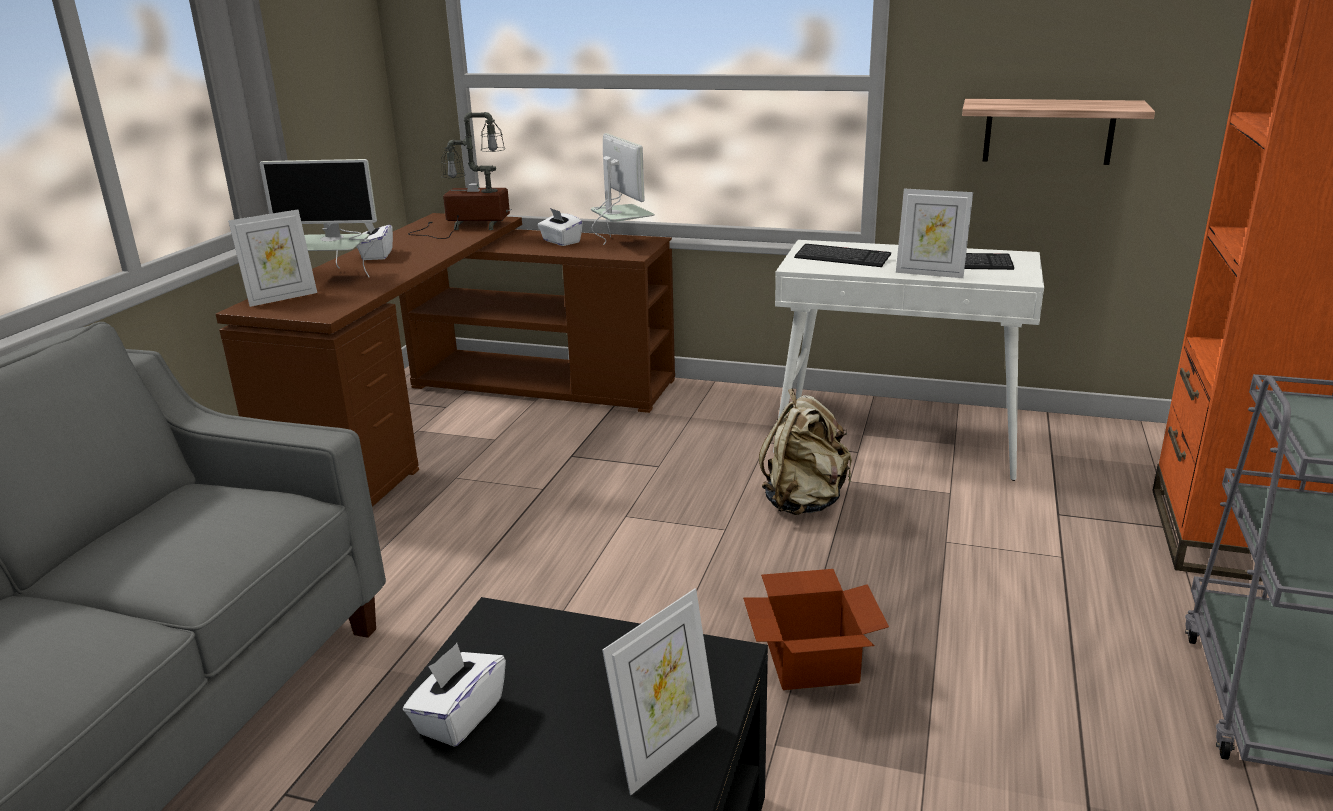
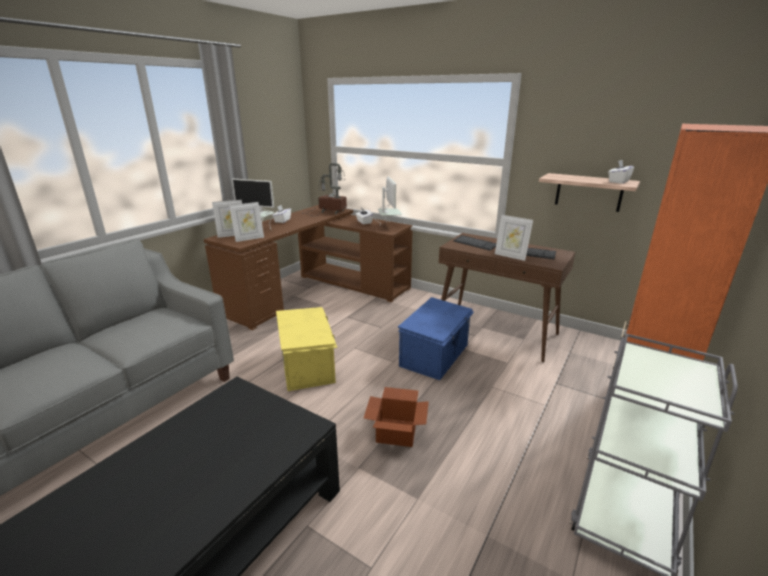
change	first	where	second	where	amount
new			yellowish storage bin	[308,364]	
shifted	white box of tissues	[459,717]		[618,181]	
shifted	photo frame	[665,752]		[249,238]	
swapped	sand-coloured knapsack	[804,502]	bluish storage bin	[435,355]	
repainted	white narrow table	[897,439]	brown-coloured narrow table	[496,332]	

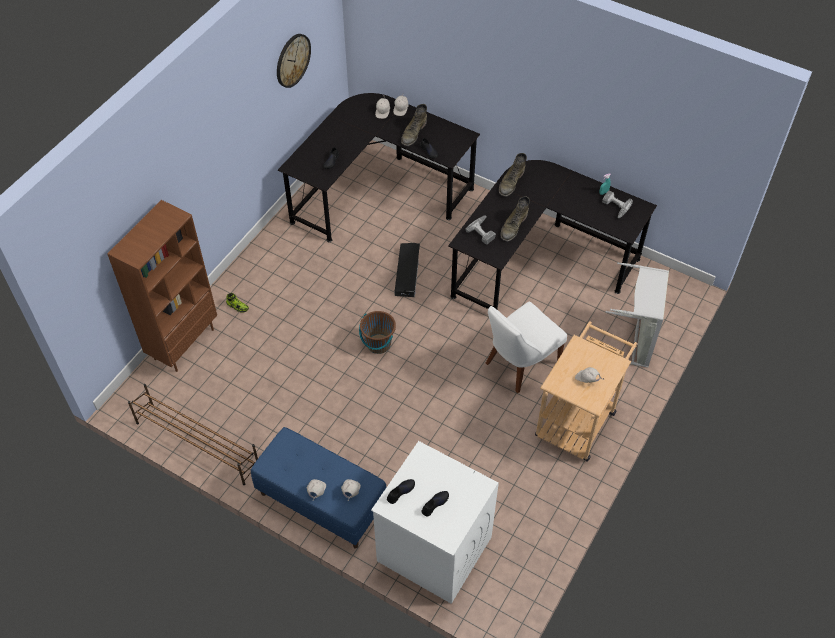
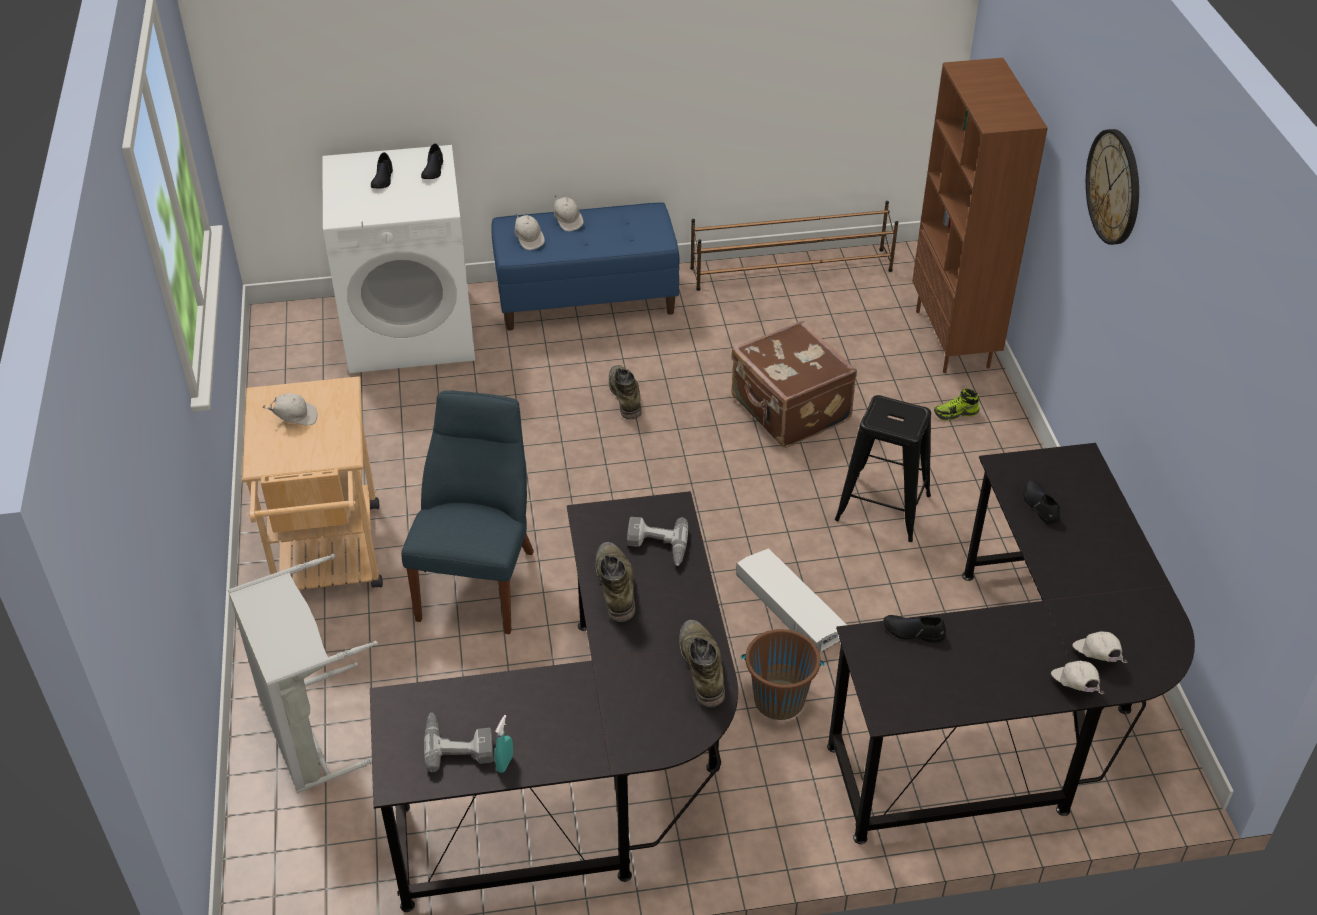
change	first	where	second	where	amount
new			brown-coloured suitcase	[789,410]	
new			blackish stool seat	[882,507]	
shifted	wall clock	[292,60]		[1114,186]	
shifted	brown-coloured pail	[378,344]		[779,700]	
shifted	green high-top boot	[413,133]		[625,396]	
repainted	blackish storage bin	[407,272]	white storage bin	[790,606]	
repainted	white plain chair	[519,364]	bluish plain chair	[479,580]	

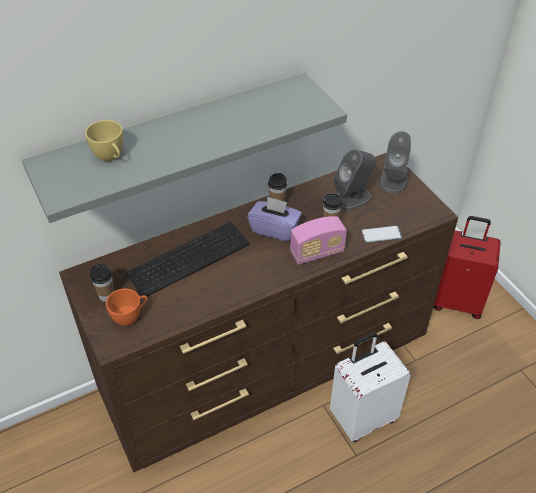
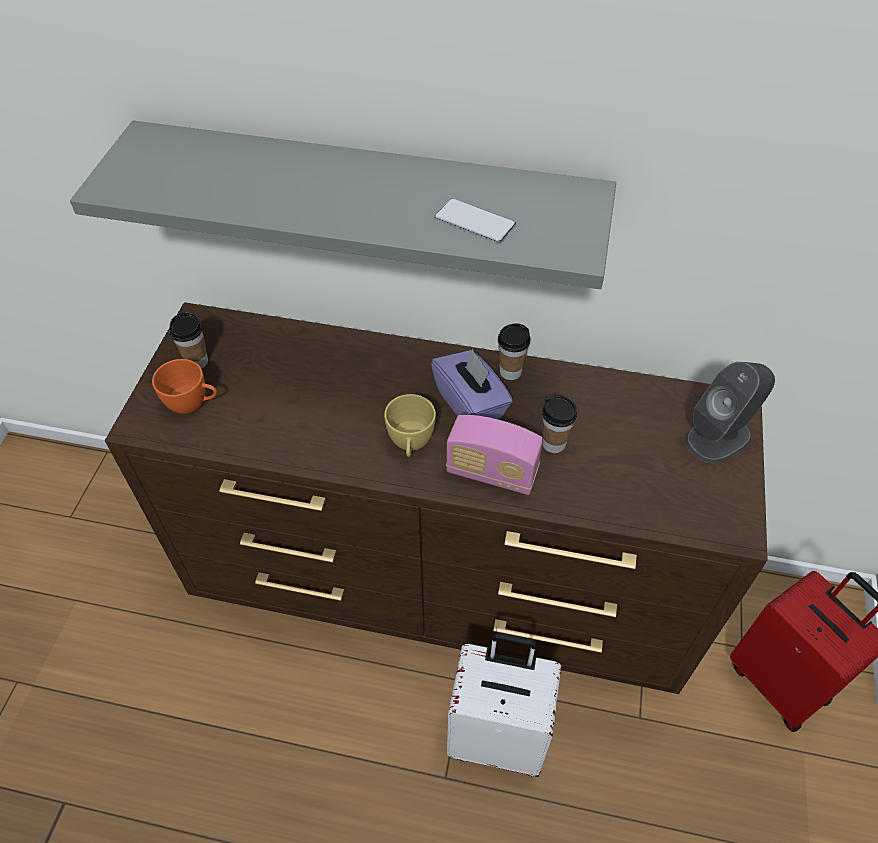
change	first	where	second	where	amount
gone	PC keyboard	[189,257]			
gone	grey audio speaker	[352,198]			
shifted	yellowish cup	[111,157]		[410,444]	
shifted	phone	[381,234]		[475,221]	

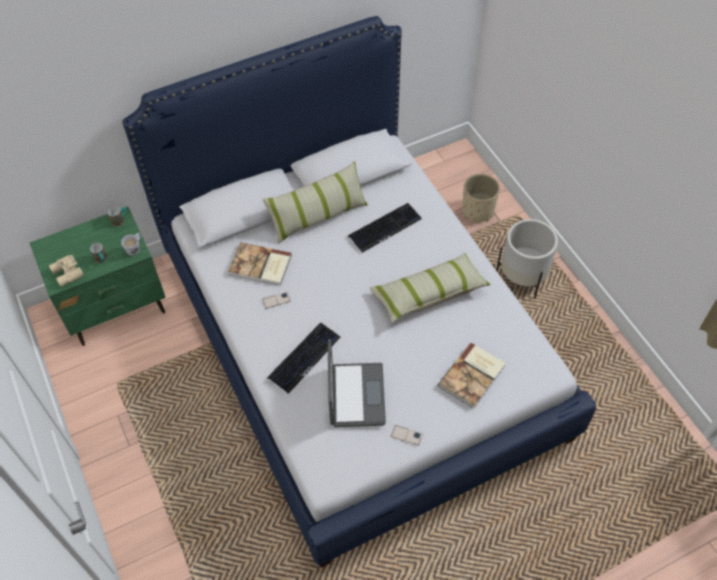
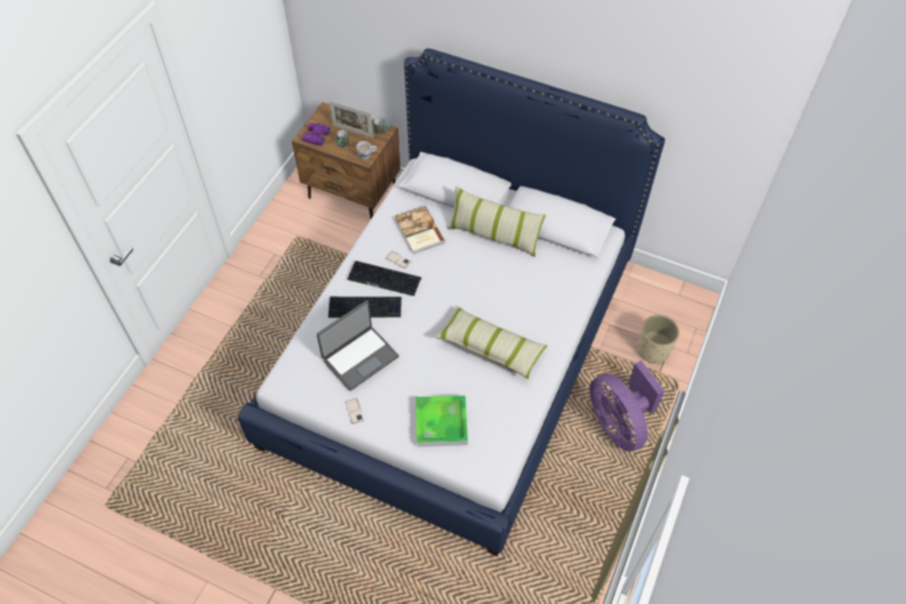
change	first	where	second	where	amount
new			photo frame	[352,131]	
shifted	PC keyboard	[385,228]		[384,279]	
swapped	bound book	[473,376]	tray	[441,423]	
swapped	white flower pot	[522,277]	purple-coloured fan	[618,423]	
repainted	green nightstand	[116,306]	brown-coloured nightstand	[353,192]	
repainted	sand-coloured field glasses	[67,274]	purple-coloured field glasses	[315,137]	

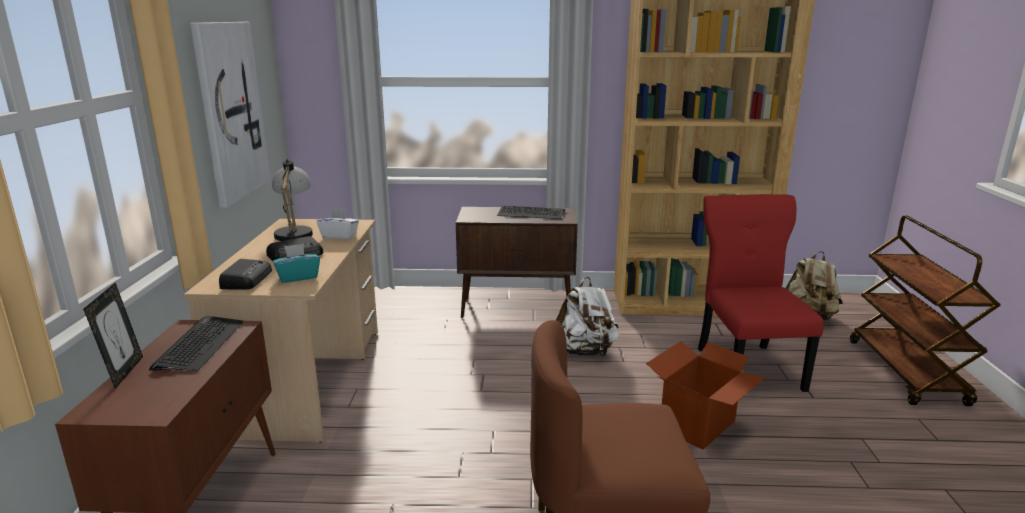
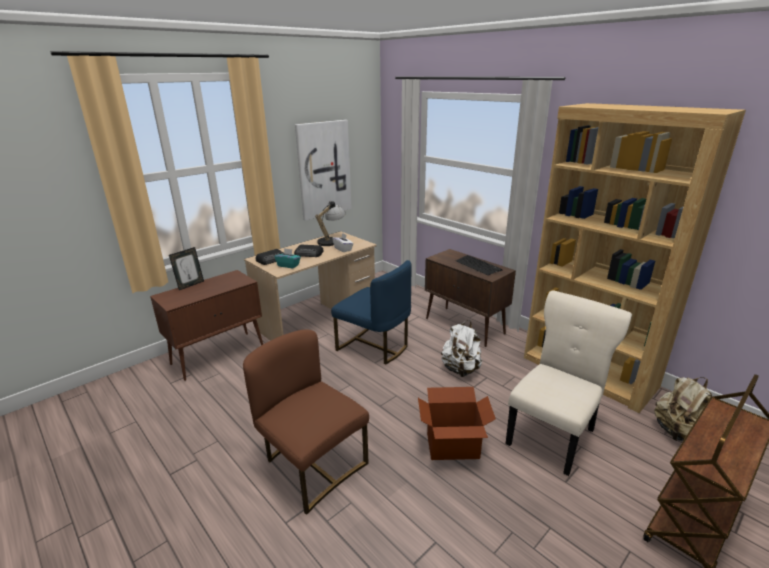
change	first	where	second	where	amount
gone	PC keyboard	[199,344]			
new			bluish plain chair	[374,346]	
repainted	red plain chair	[747,367]	sand-coloured plain chair	[553,435]	

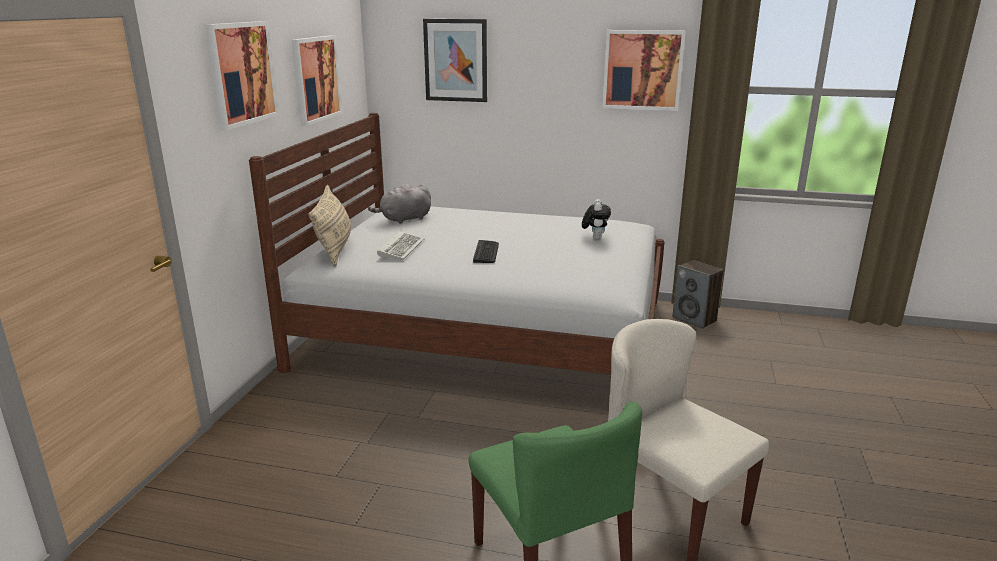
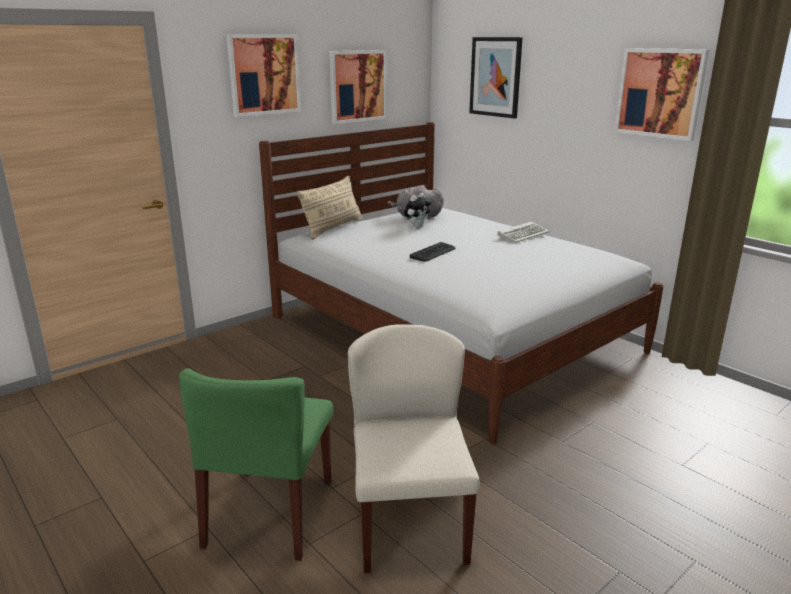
change	first	where	second	where	amount
gone	audio speaker	[695,319]			
shifted	PC keyboard	[401,248]		[523,234]	
shifted	soft toy	[595,238]		[417,226]	

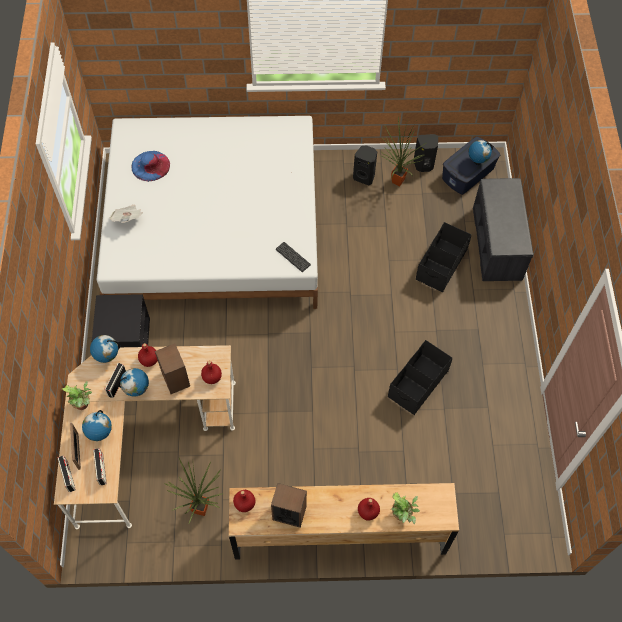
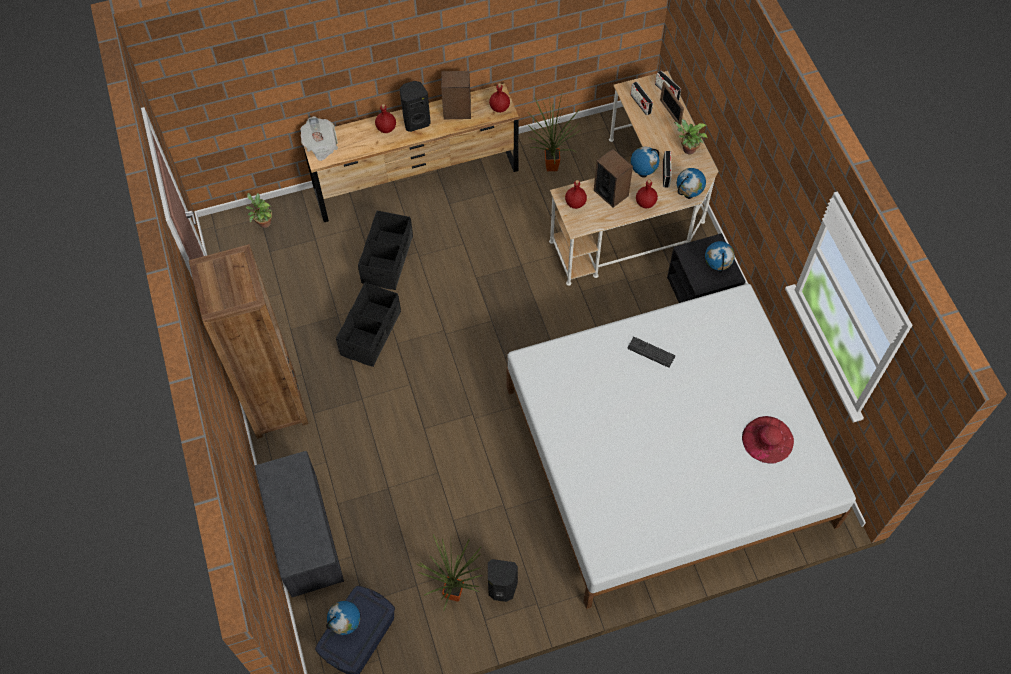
change	first	where	second	where	amount
new			brown-coloured bookcase	[275,404]	
shifted	world globe	[100,434]		[716,267]	
shifted	newspaper	[128,218]		[320,145]	
shifted	PC keyboard	[293,257]		[651,352]	
shifted	plant in a pot	[402,515]		[263,222]	
shifted	blackish audio speaker	[424,165]		[416,121]	
shifted	blackish storage bin	[441,265]		[388,259]	
repainted	bluish hat	[150,166]	red hat	[768,439]	

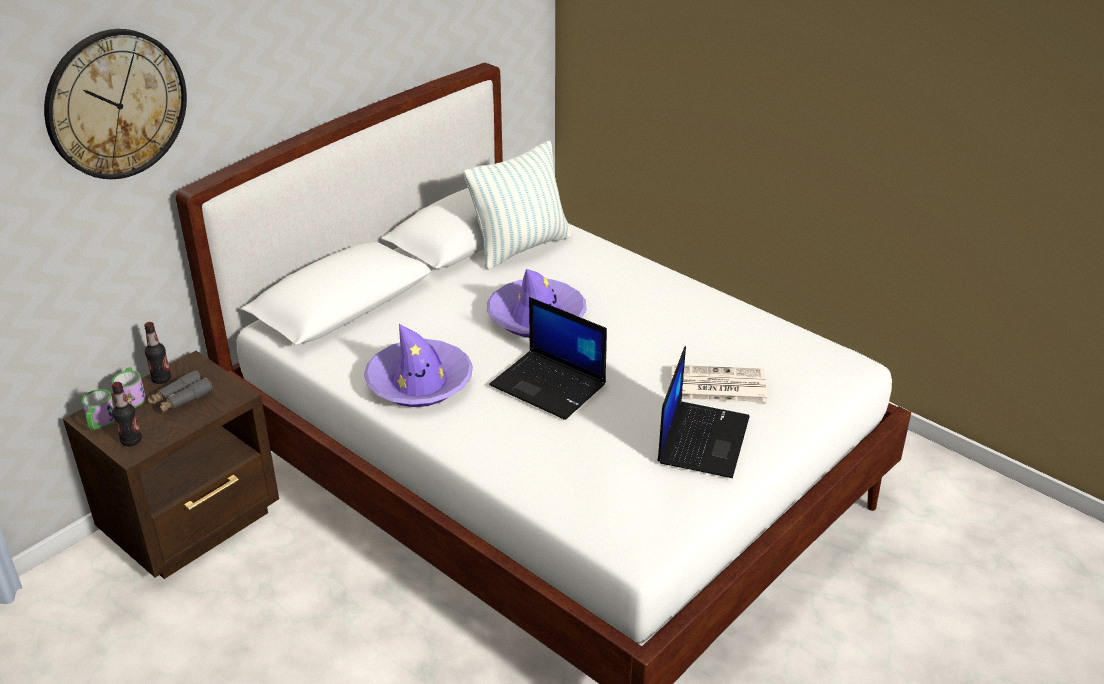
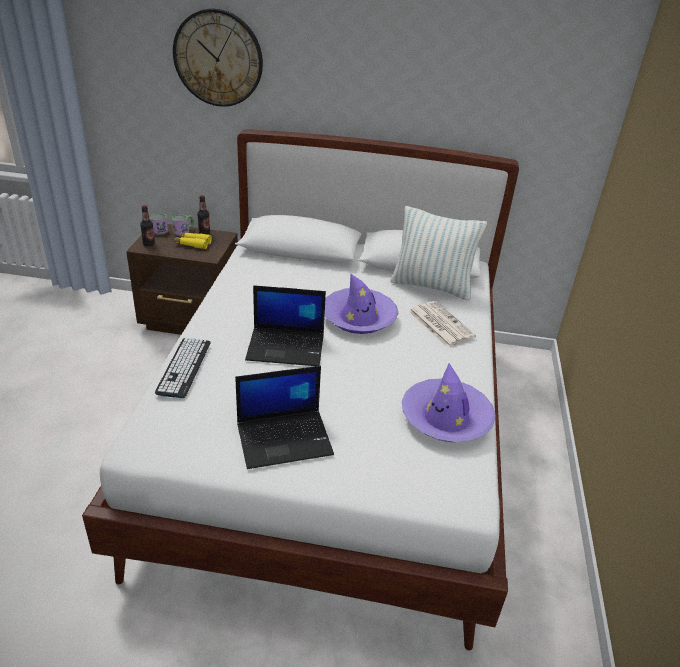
change	first	where	second	where	amount
new			PC keyboard	[184,367]	
shifted	purple-coloured hat	[419,383]		[446,418]	
shifted	newspaper	[716,385]		[439,324]	
repainted	grey field glasses	[181,399]	yellowish field glasses	[192,244]	
rotated	portable computer	[550,385]		[287,347]	90 degrees counterclockwise

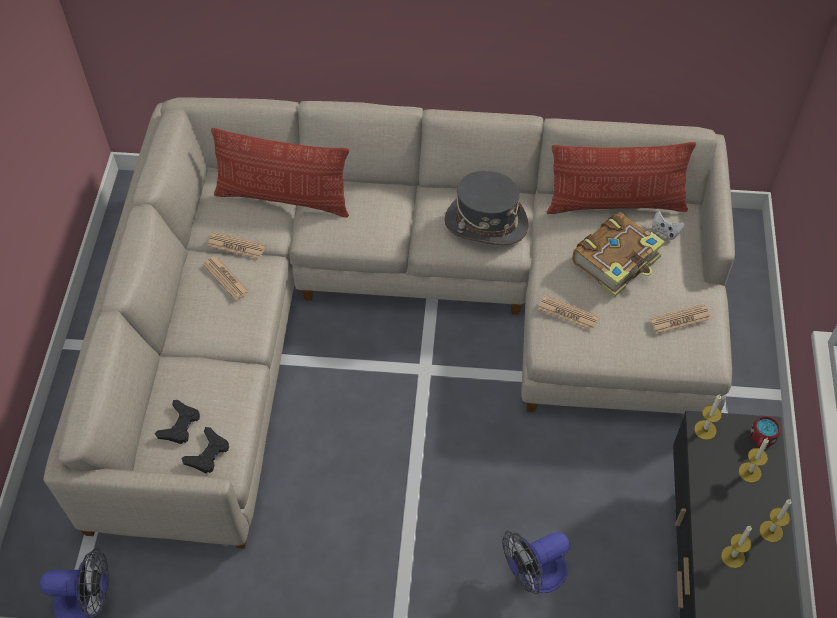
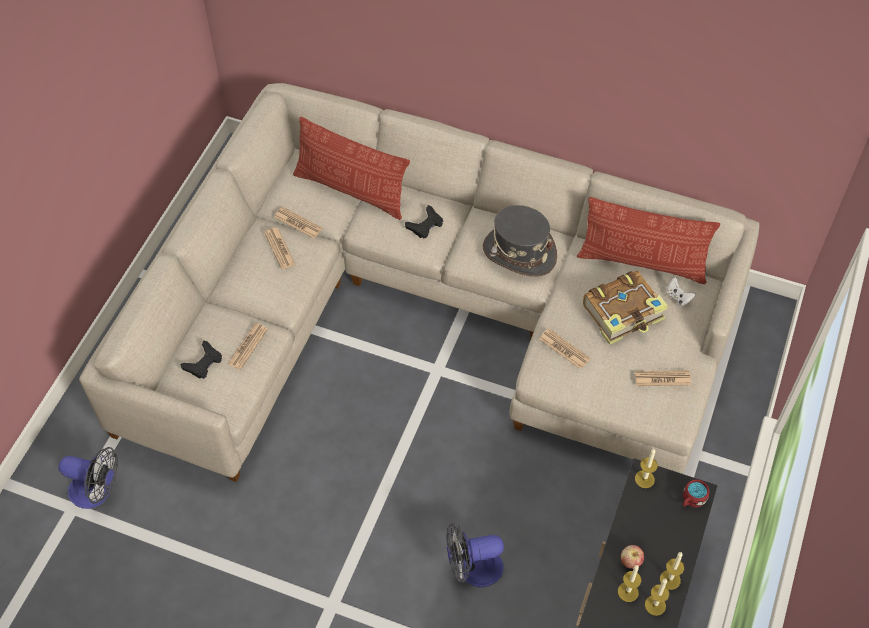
change	first	where	second	where	amount
new			newspaper	[247,346]	
new			whole apple	[630,561]	
shifted	blackish joypad	[208,454]		[425,225]	
shifted	wax candle	[749,472]		[655,605]	

